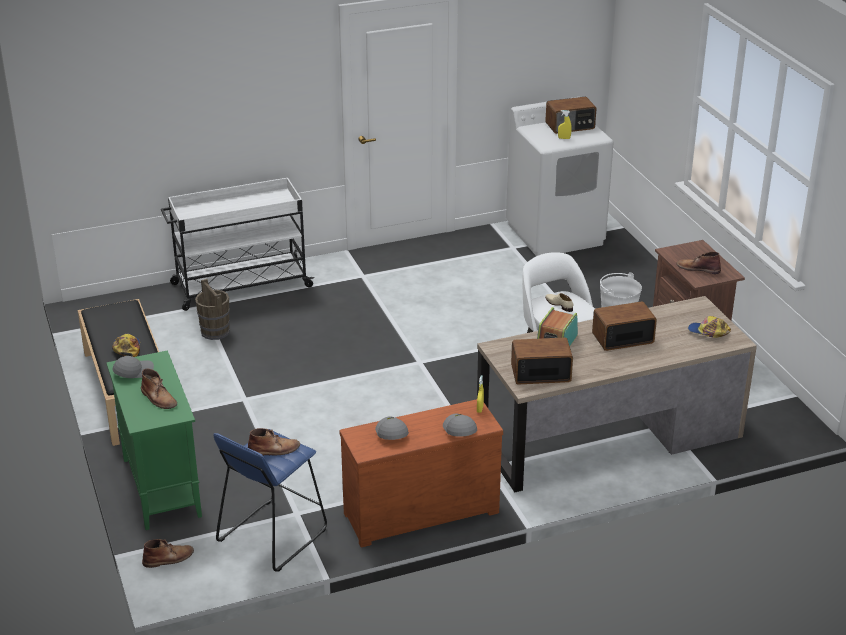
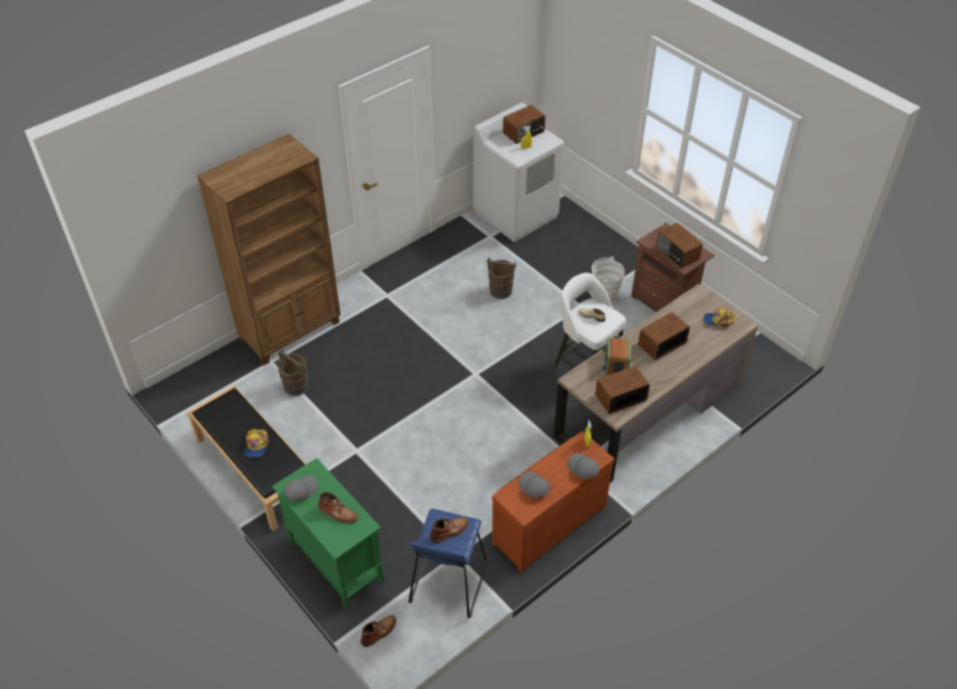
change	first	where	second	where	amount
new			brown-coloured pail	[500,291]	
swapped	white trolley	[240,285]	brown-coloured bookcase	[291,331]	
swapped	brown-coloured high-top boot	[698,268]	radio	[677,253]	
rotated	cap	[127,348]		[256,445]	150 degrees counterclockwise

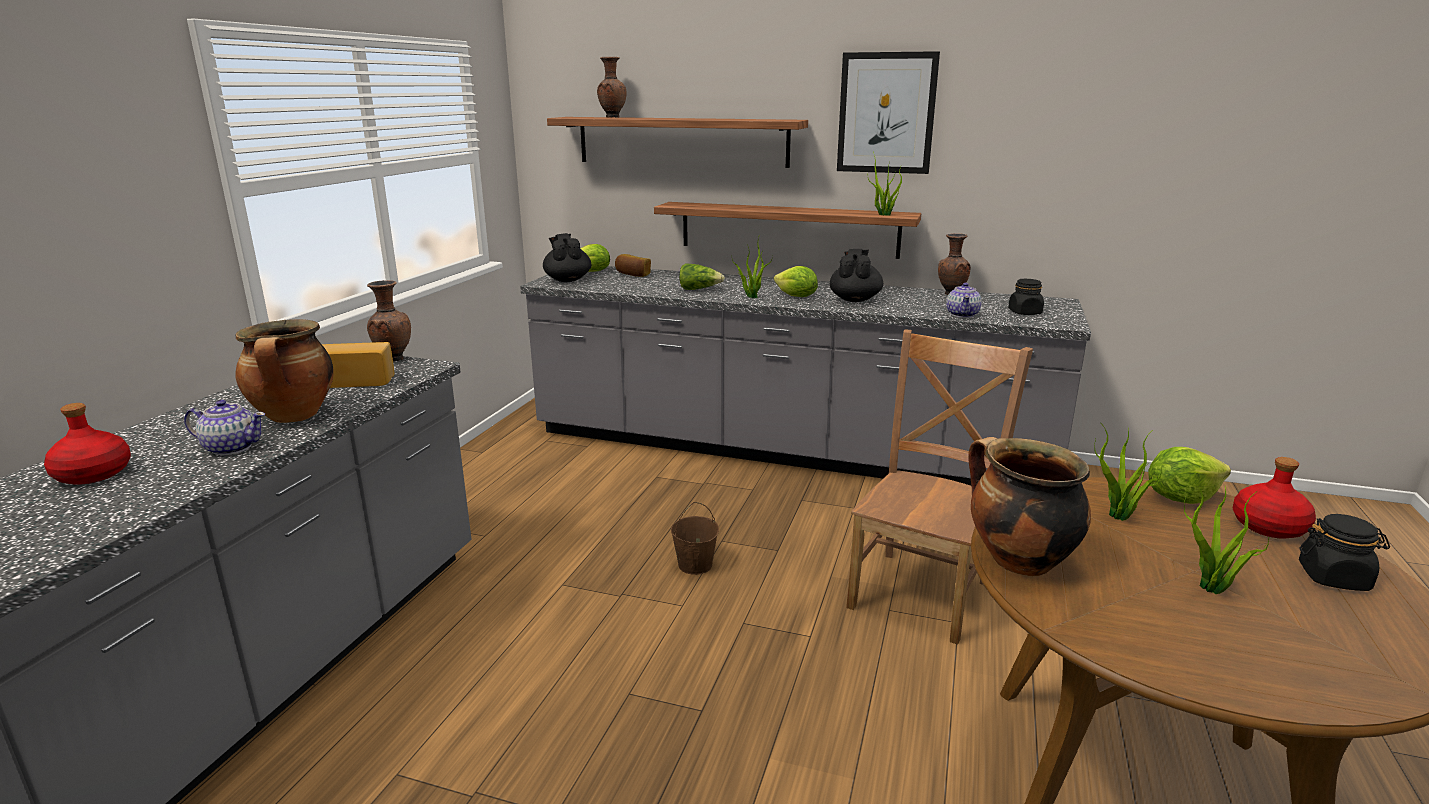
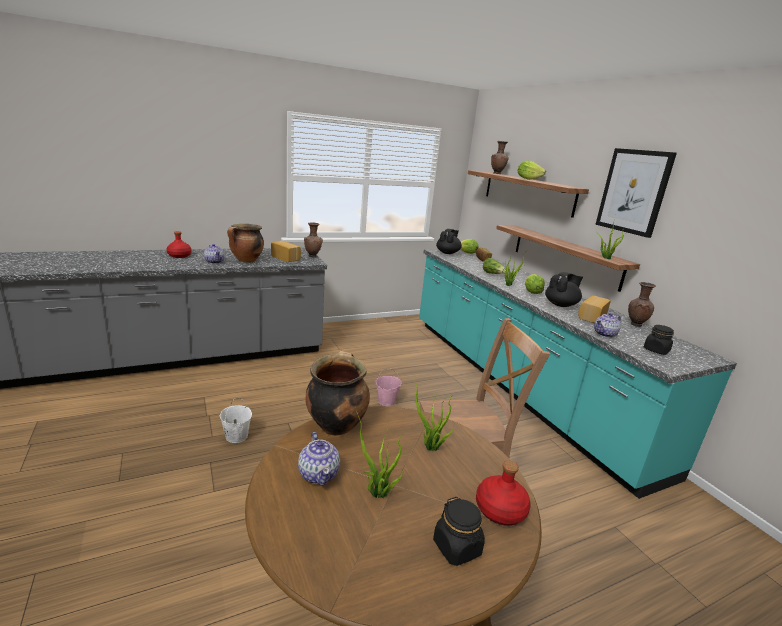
change	first	where	second	where	amount
new			white pail	[236,436]	
new			teapot	[319,474]	
new			baked bread	[591,317]	
shifted	head of lettuce	[1180,498]		[528,179]	
repainted	grey kitchen counter	[785,451]	blue-green kitchen counter	[516,384]	
repainted	brown-coloured pail	[694,565]	pink pail	[386,401]	

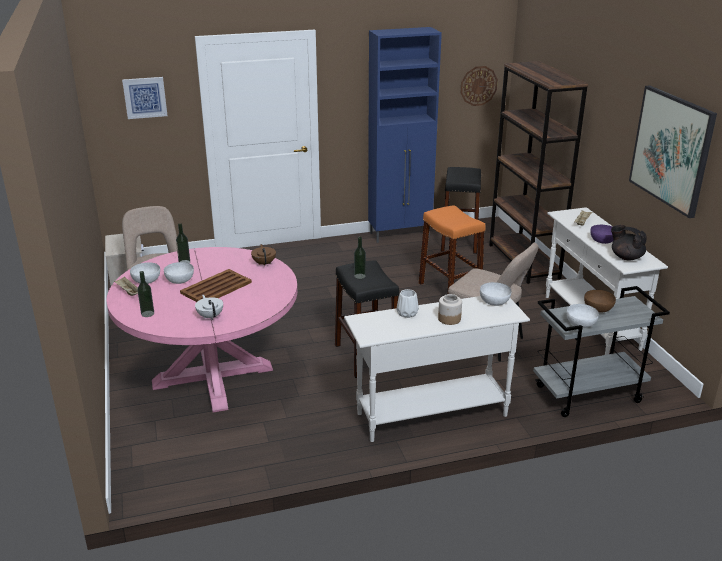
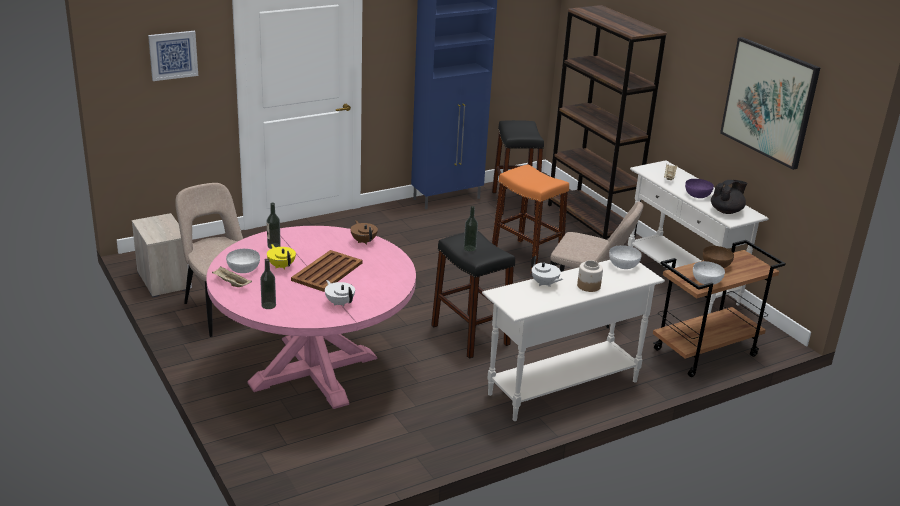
change	first	where	second	where	amount
gone	wall clock	[478,85]			
swapped	white deep dish	[180,280]	yellowish teapot	[281,266]	
swapped	white decorative vase	[407,313]	white teapot	[544,284]	
repainted	grey trolley	[587,395]	brown-coloured trolley	[704,353]	
rotated	blackish teapot	[626,257]		[726,211]	120 degrees clockwise

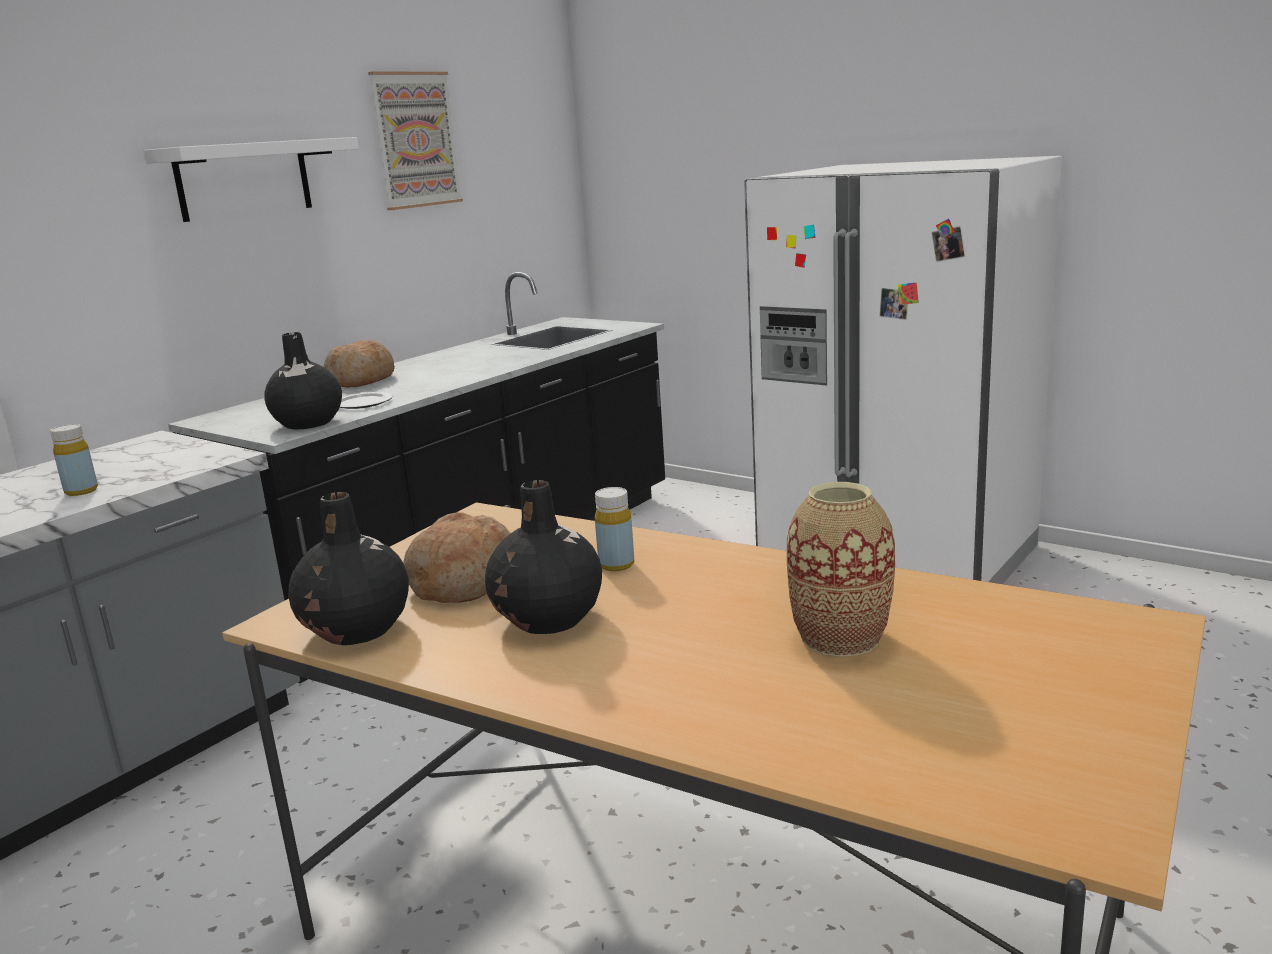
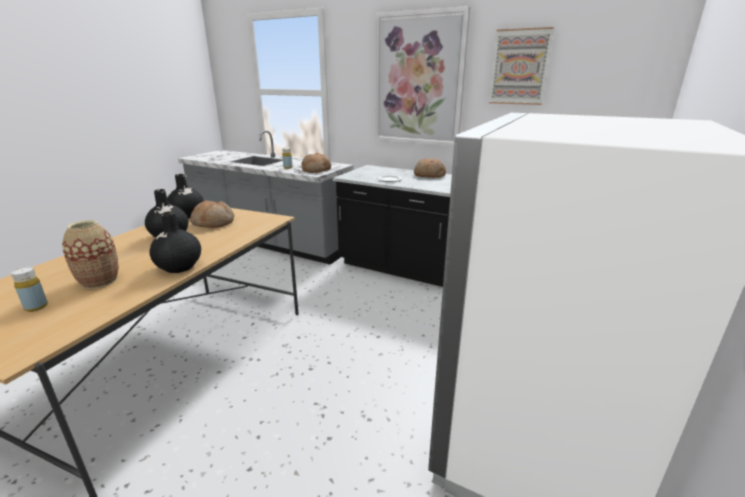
change	first	where	second	where	amount
new			baked bread	[316,170]	
shifted	blackish decorative vase	[307,423]		[179,267]	
shifted	yellowish drink bottle	[616,565]		[36,307]	
swapped	white shelf	[244,179]	picture	[418,80]	

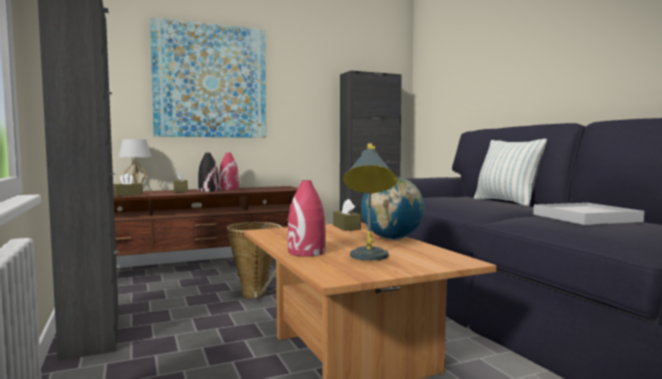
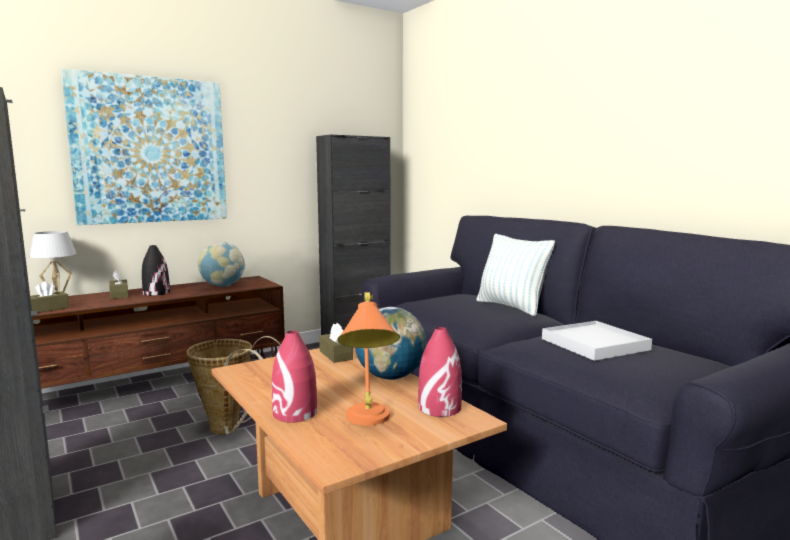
change	first	where	second	where	amount
new			world globe	[222,286]	
shifted	red decorative vase	[229,189]		[439,407]	
repainted	grey table lamp	[368,259]	orange-coloured table lamp	[368,423]	

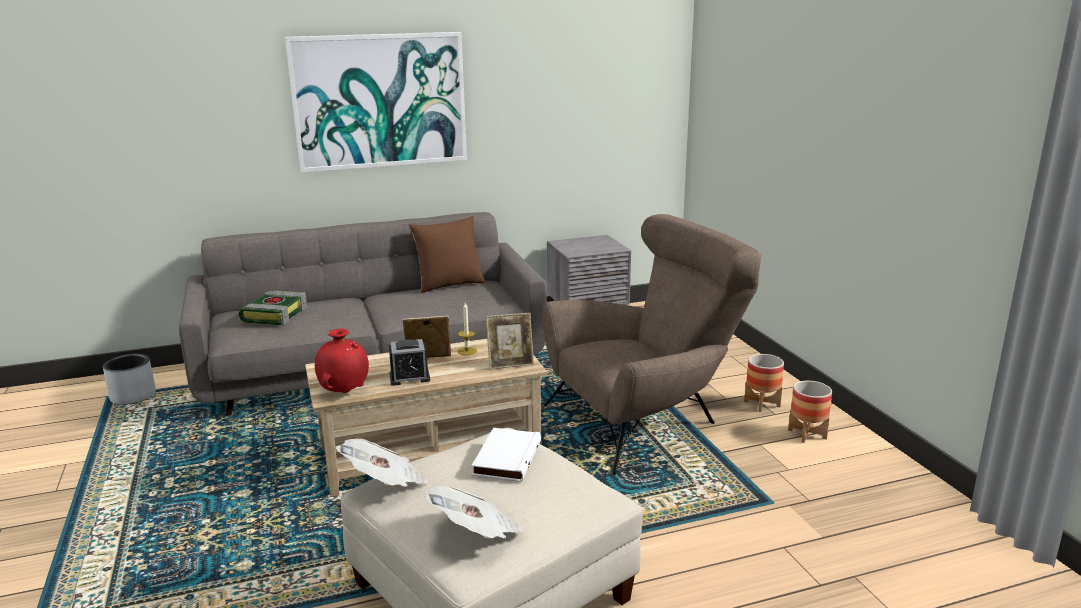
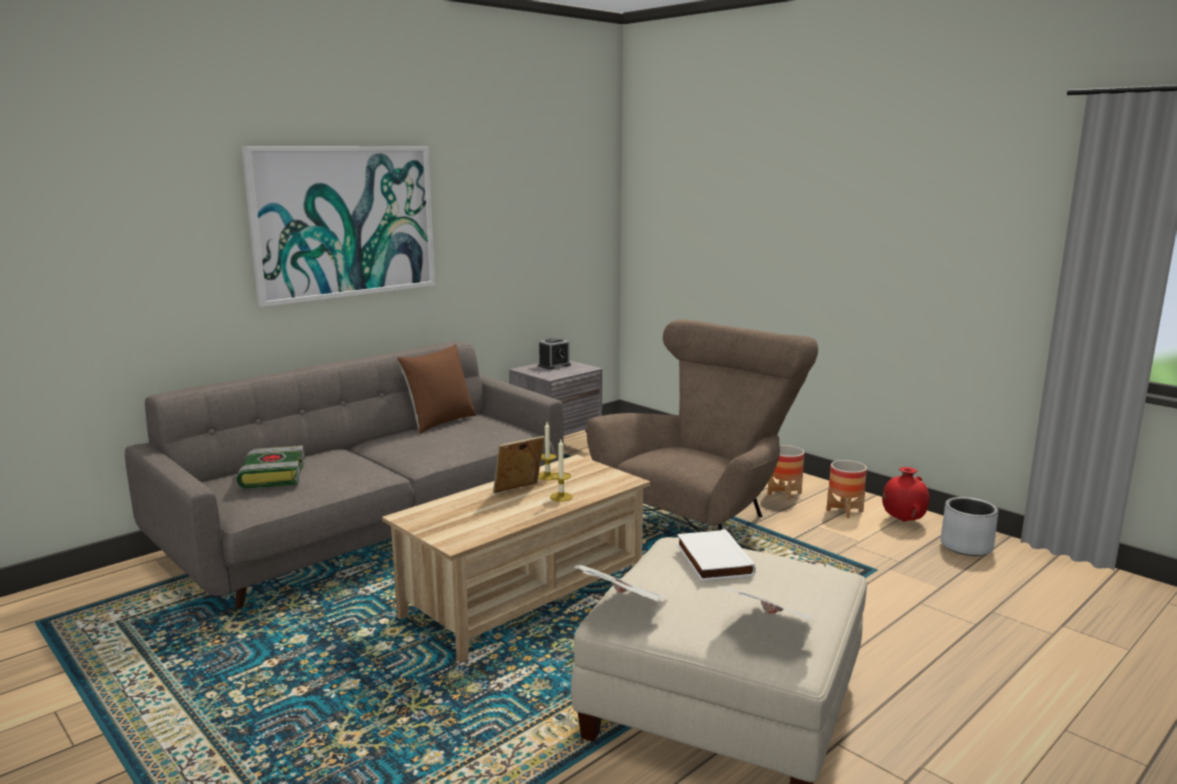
change	first	where	second	where	amount
gone	photo frame	[510,364]			
new			wax candle	[561,497]	
shifted	grey flower pot	[133,396]		[966,546]	
shifted	red decorative vase	[344,392]		[902,521]	
shifted	table clock	[409,377]		[554,365]	

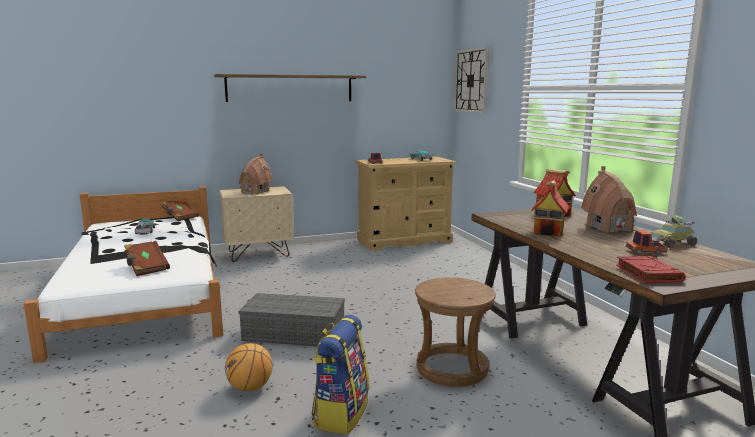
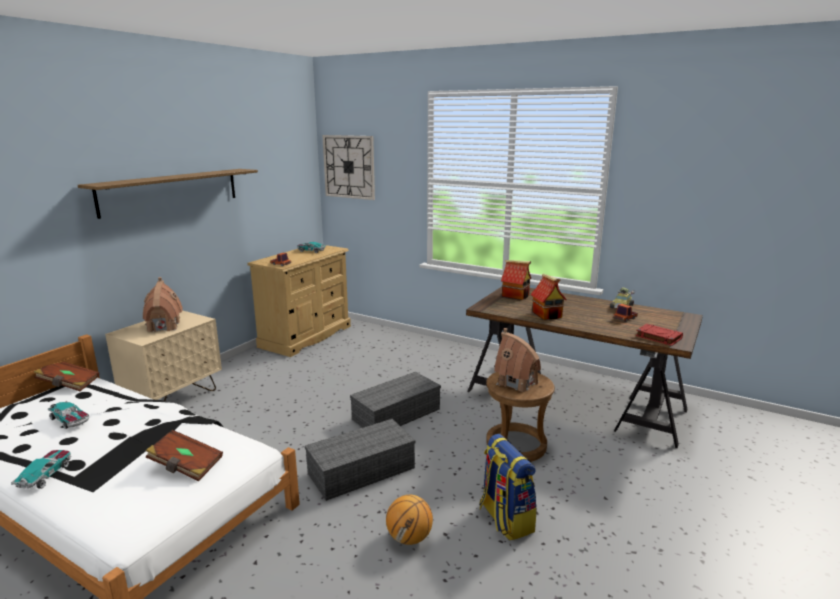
change	first	where	second	where	amount
new			model car	[45,475]	
new			grey storage bin	[397,413]	
shifted	model house	[608,227]		[517,383]	

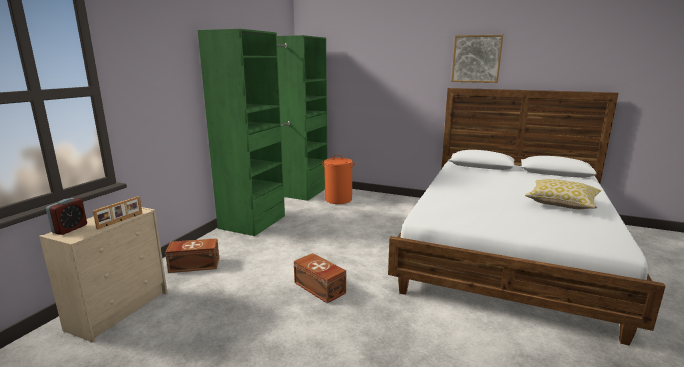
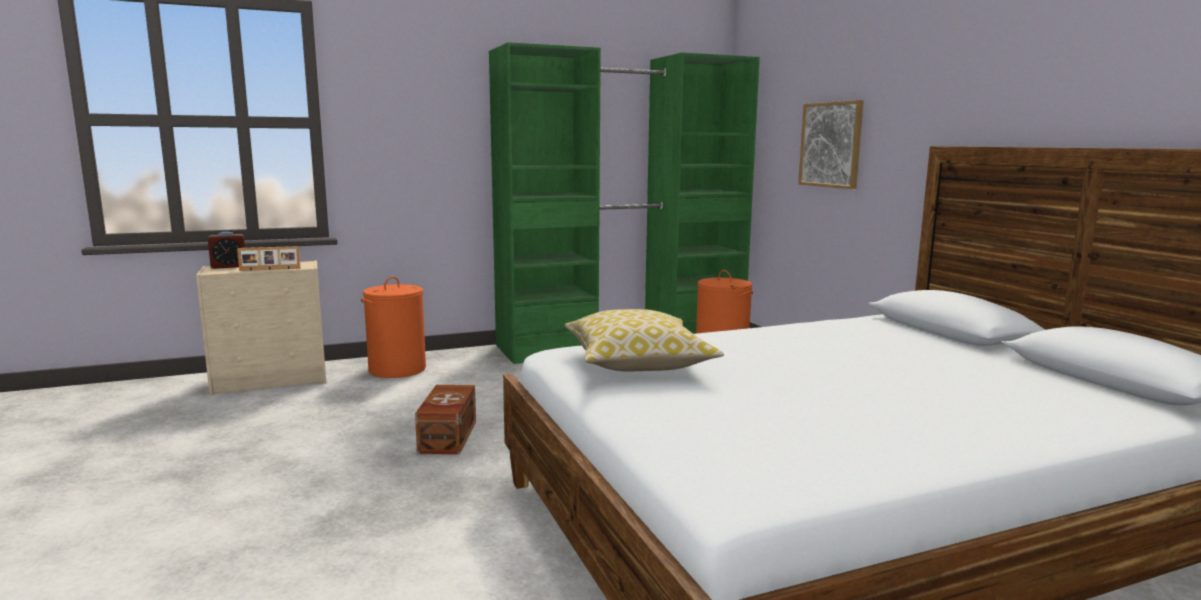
change	first	where	second	where	amount
shifted	picture	[476,59]		[831,144]	
shifted	cushion	[561,203]		[638,362]	
swapped	brown-coloured storage bin	[194,265]	orange-coloured washing basket	[397,369]	

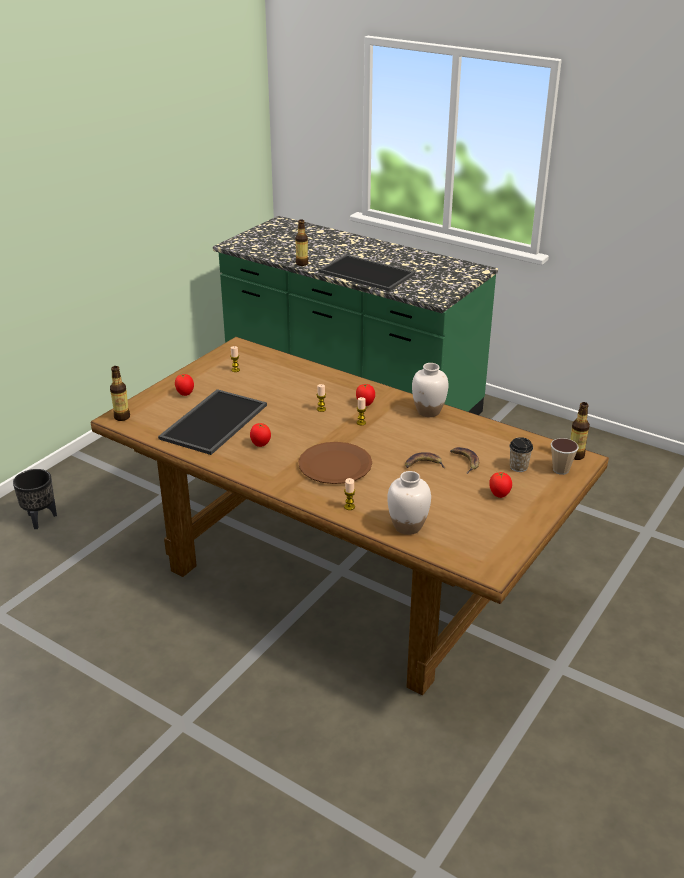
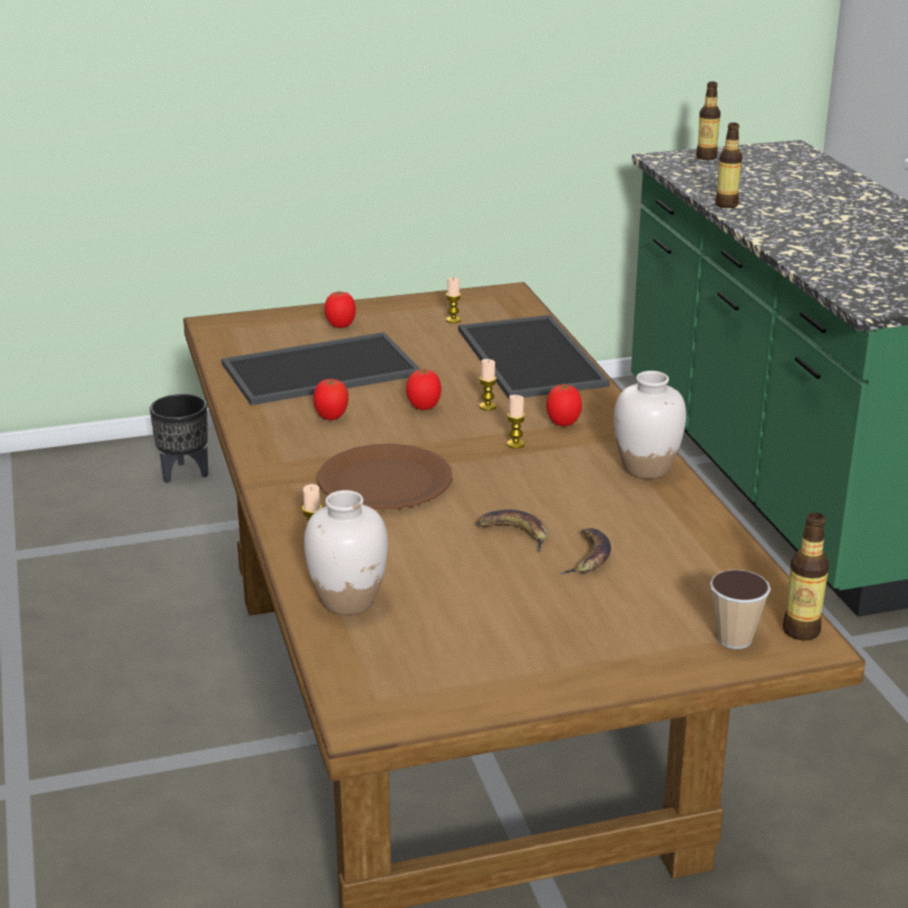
change	first	where	second	where	amount
gone	cup	[518,467]			
shifted	drink bottle	[122,417]		[706,157]	
shifted	tray	[368,273]		[534,358]	
shifted	whole tomato	[499,495]		[424,407]	

